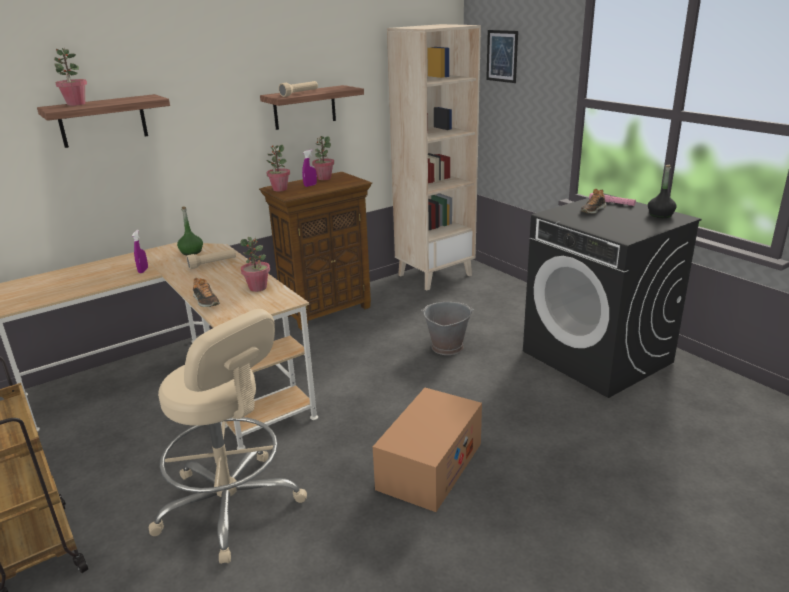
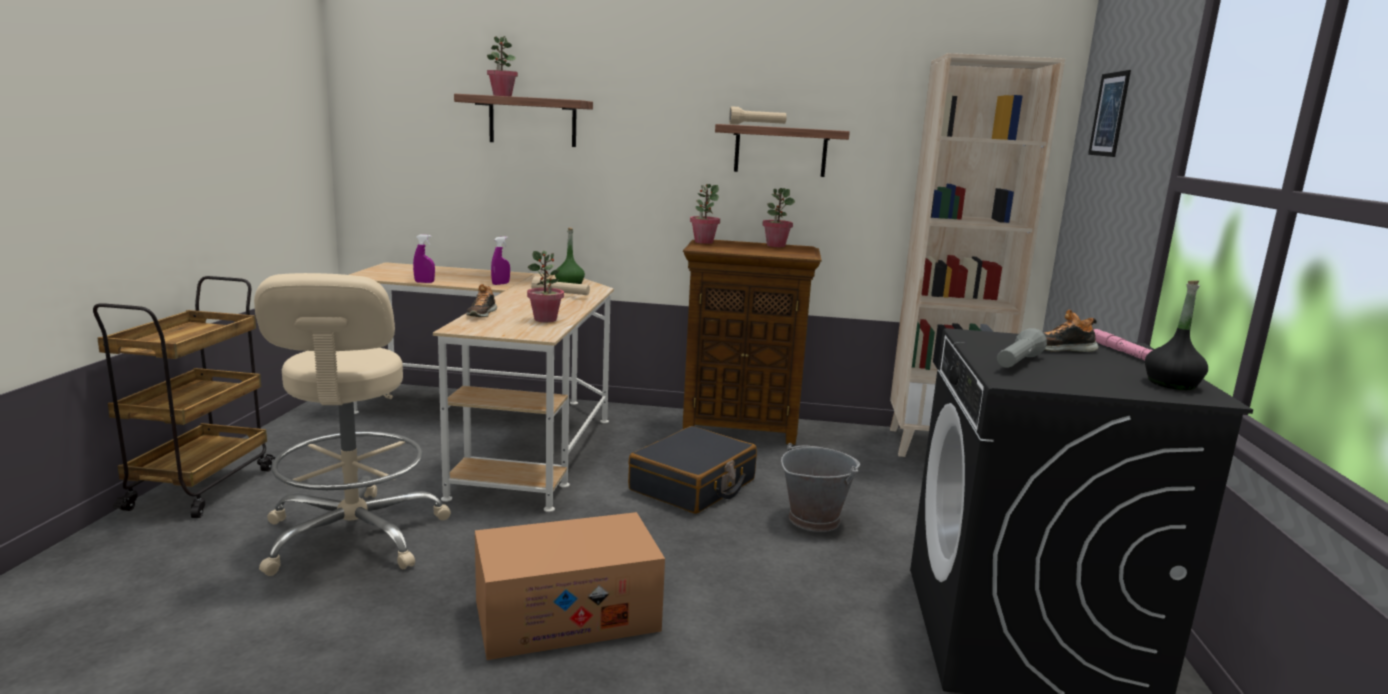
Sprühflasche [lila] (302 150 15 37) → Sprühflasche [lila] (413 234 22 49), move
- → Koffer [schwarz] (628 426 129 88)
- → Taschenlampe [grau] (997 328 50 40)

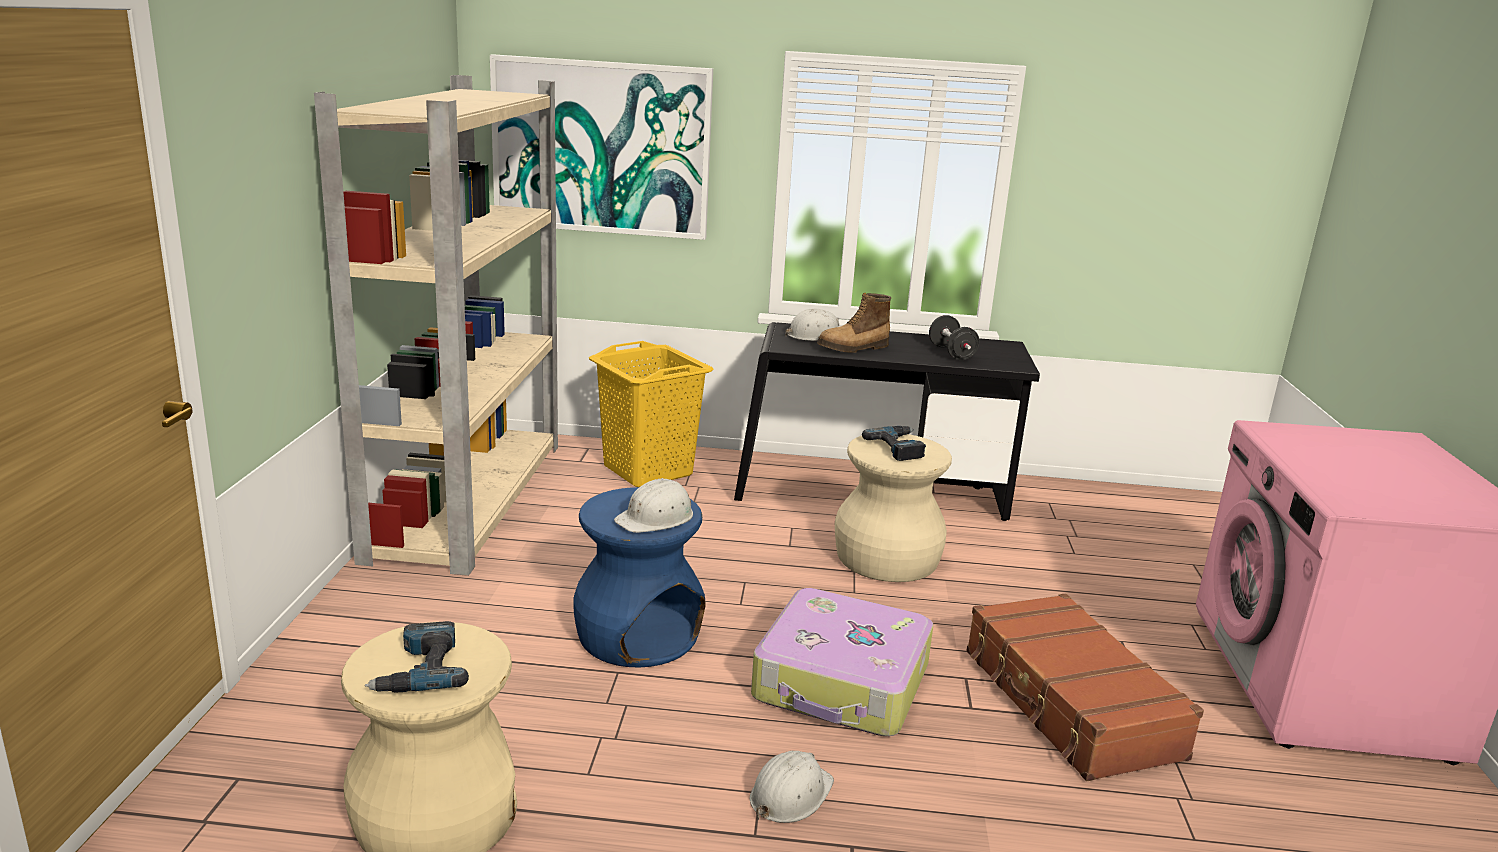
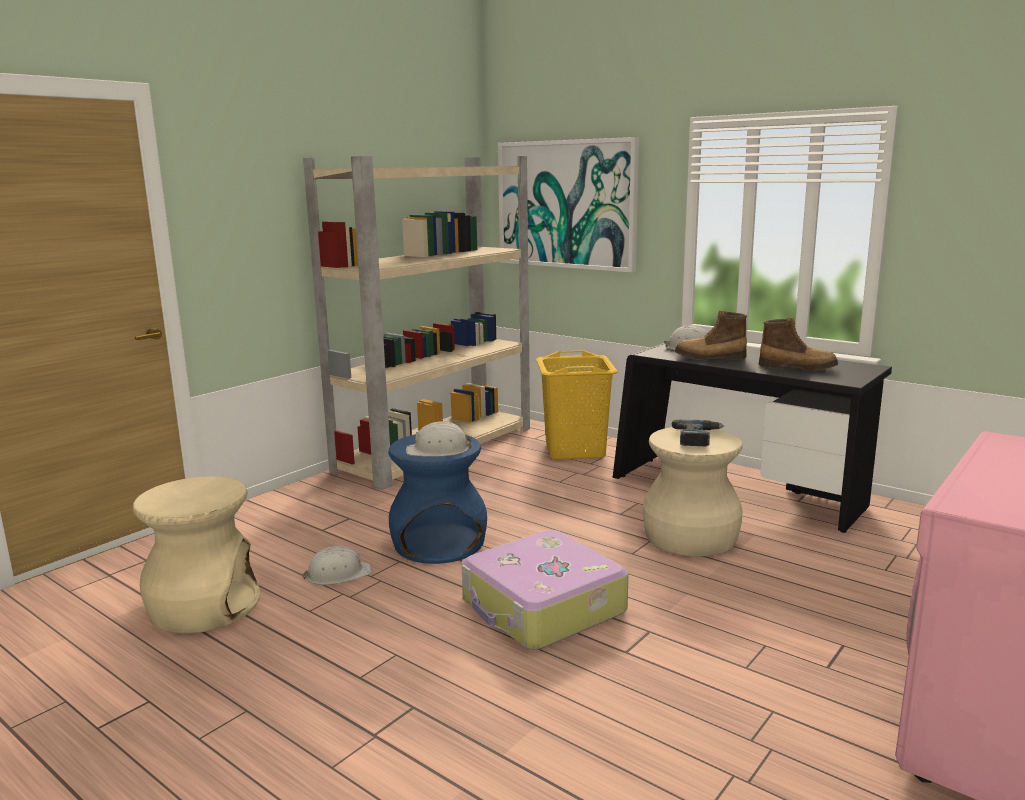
Schutzhelm [weiß] (750 751 84 72) → Schutzhelm [weiß] (302 546 70 39), move
Hantel [schwarz] (929 315 50 45) → Stiefel (759 318 79 53)
Bohrmaschine (365 621 104 72) → -
Koffer [braun] (966 593 238 188) → -

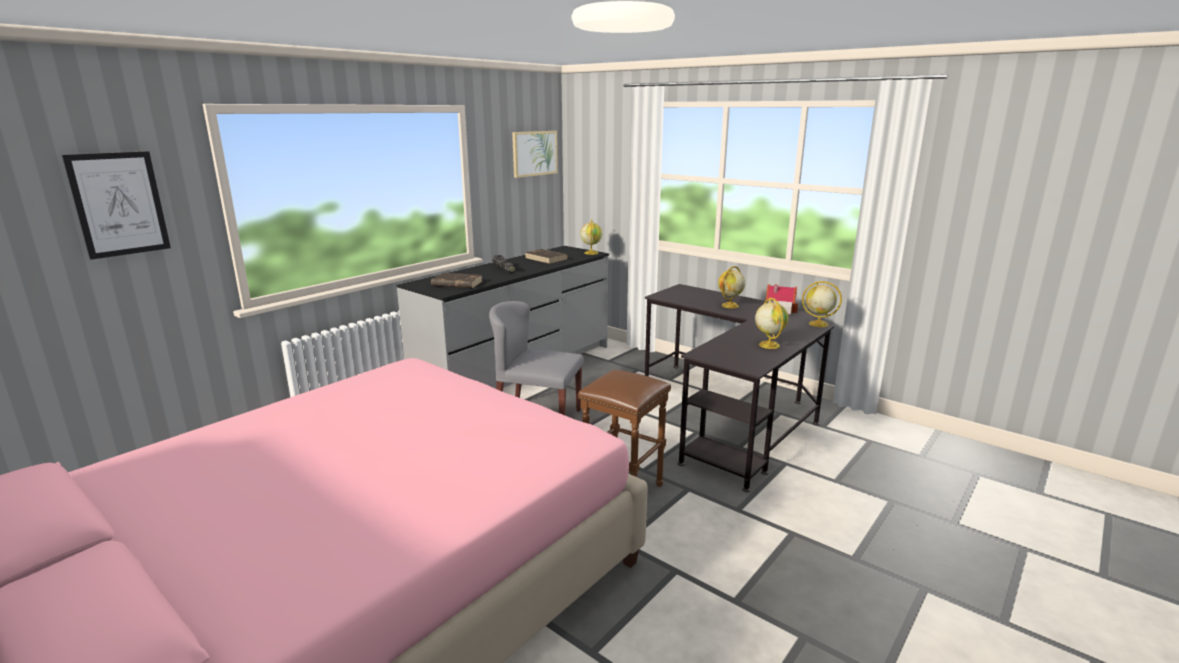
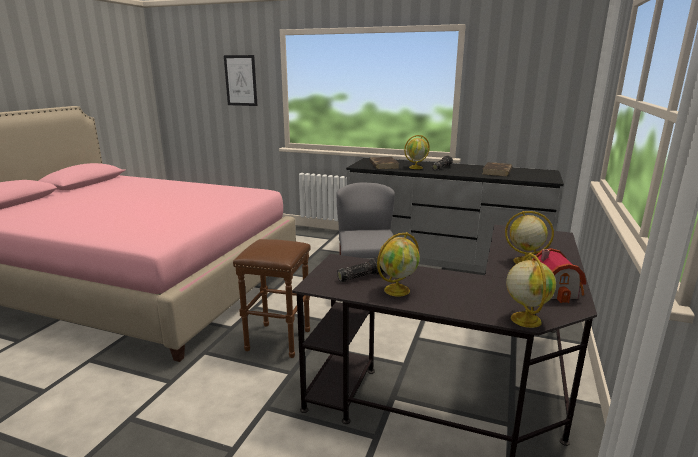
- → Taschenlampe (337 256 48 26)
Globus (580 219 22 36) → Globus (404 135 26 34), move
Bild (512 131 46 47) → -

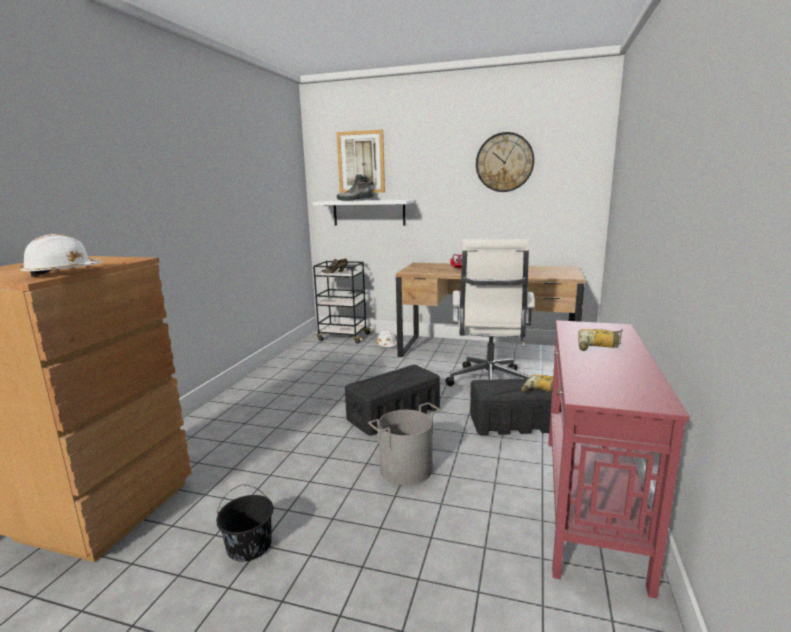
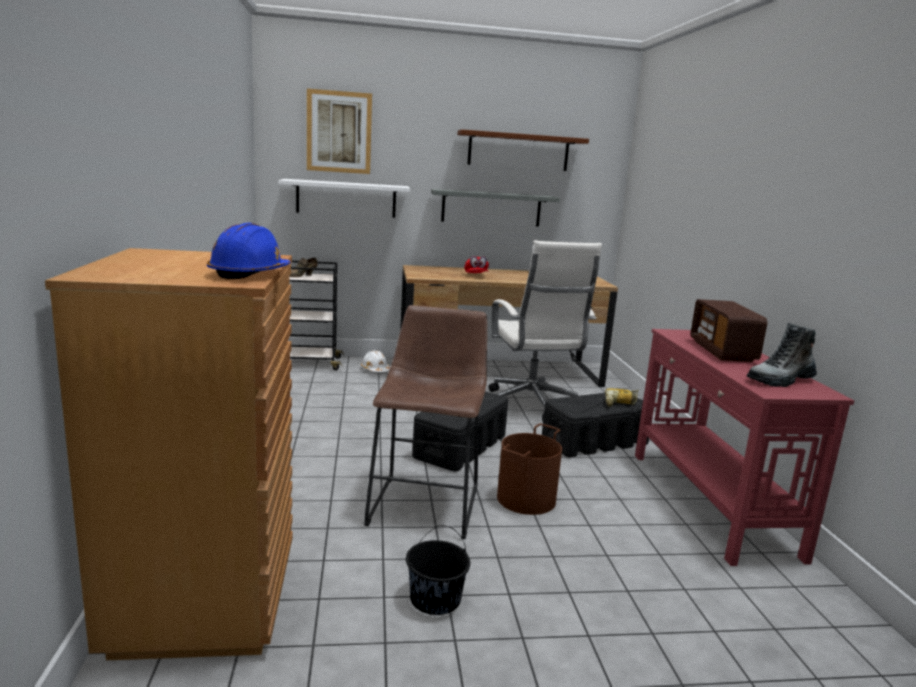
Schutzhelm [weiß] (20 234 83 43) → Schutzhelm [blau] (207 223 83 56)
- → Hocker [braun] (364 305 123 234)
- → Wandregal [grau] (431 189 129 38)
Wanduhr (476 132 58 60) → Wandregal [braun] (457 129 132 42)
Eimer [grau] (368 403 73 82) → Eimer [braun] (497 423 65 92)
Bohrmaschine (578 329 45 22) → Radio (691 299 76 63)
Stiefel (337 174 37 27) → Stiefel (747 323 70 64), move

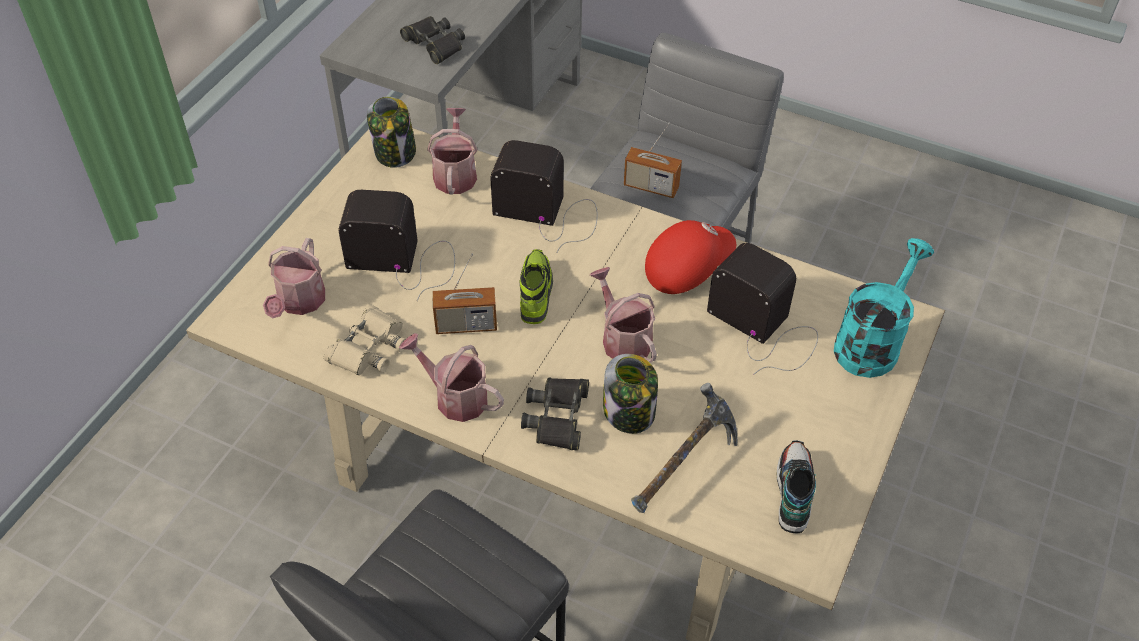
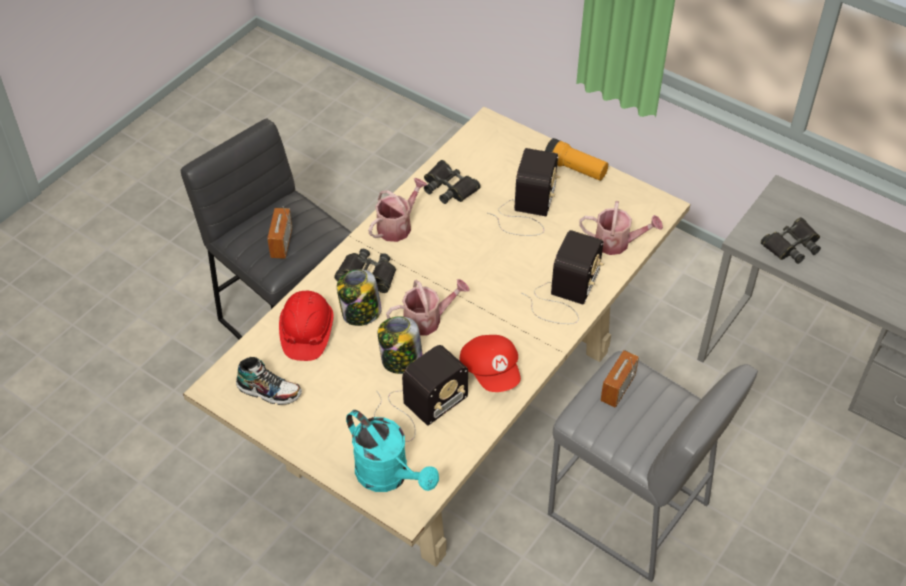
Radio (432 253 65 81) → Radio (267 206 25 53), move
Hammer (631 383 106 130) → Schutzhelm [rot] (279 291 55 70)
Vorratsglas (367 97 49 71) → Vorratsglas (378 316 45 58), move
Fernglas [beige] (324 305 82 70) → Fernglas [schwarz] (424 160 57 44)
- → Taschenlampe (545 138 63 43)
Gießkanne (263 238 62 80) → -
Schuh (519 249 34 75) → -

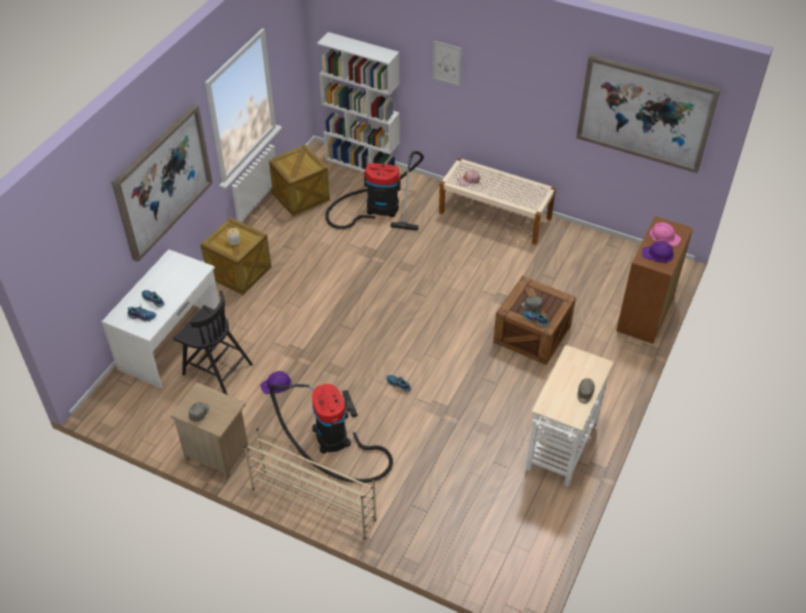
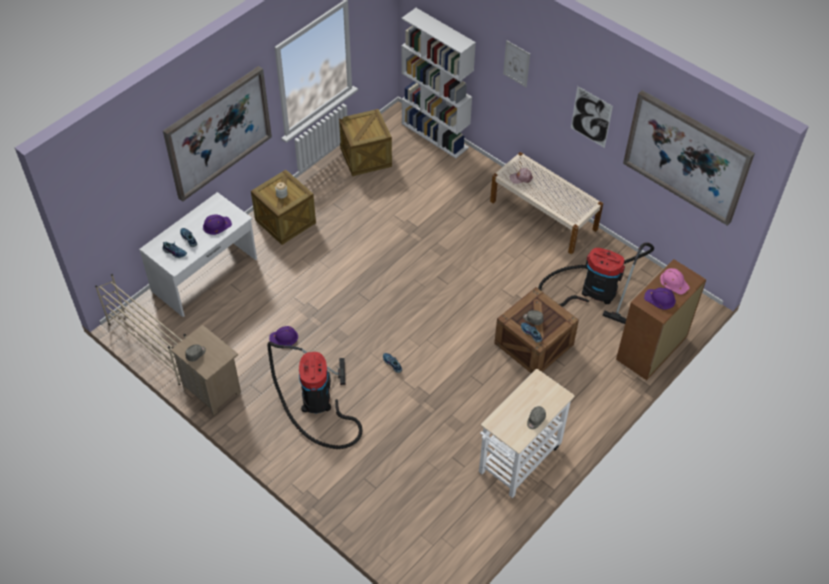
Schuhregal [beige] (244 428 132 111) → Schuhregal [beige] (95 274 91 111), move
- → Schutzhelm [lila] (203 214 29 21)
Staubsauger (325 151 99 80) → Staubsauger (538 242 116 82), move
- → Bild (571 86 42 62)
Stuhl [schwarz] (173 290 80 105) → -

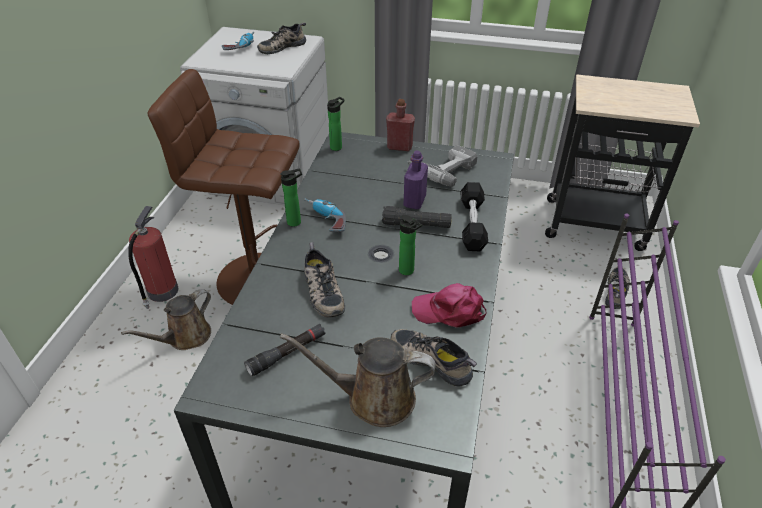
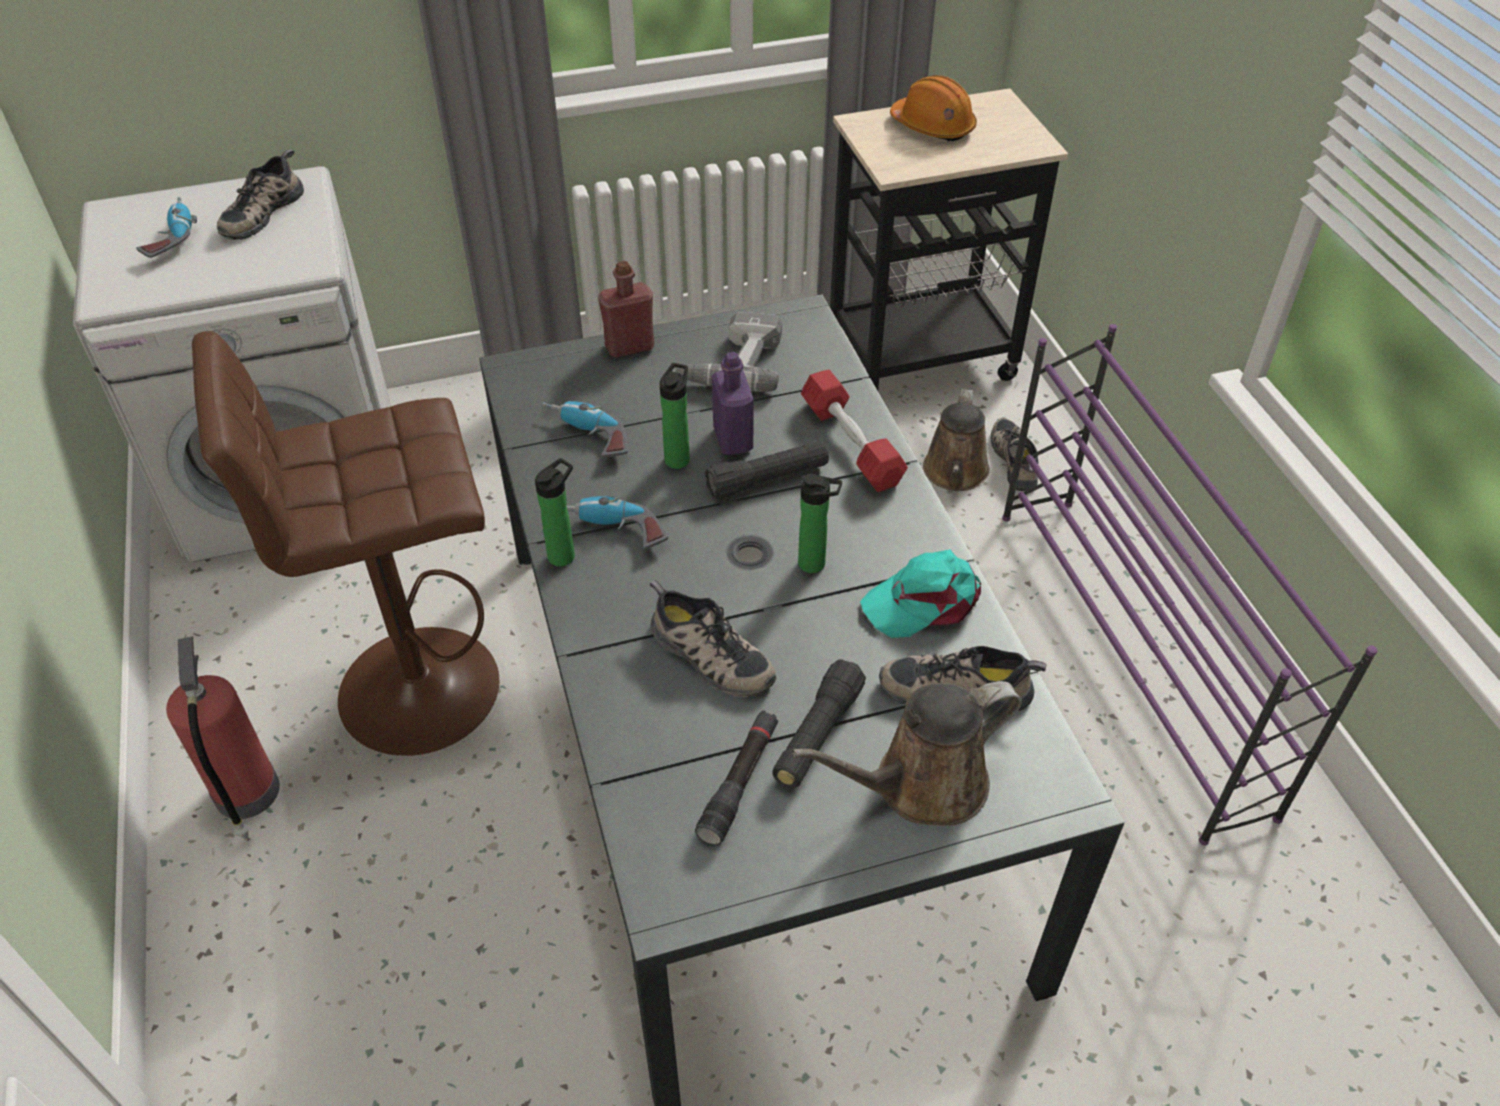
- → Bohrmaschine (542 401 86 56)
Flasche (327 97 18 54) → Flasche (659 363 31 106), move
- → Taschenlampe [schwarz] (772 659 94 129)
Hantel [schwarz] (460 182 28 69) → Hantel [rot] (801 369 107 123)
Kappe [rosa] (412 283 75 44) → Kappe [türkis] (860 549 121 89)
- → Schutzhelm [orange] (890 75 87 66)
Gießkanne [braun] (121 289 90 61) → Gießkanne [braun] (923 389 67 102), move

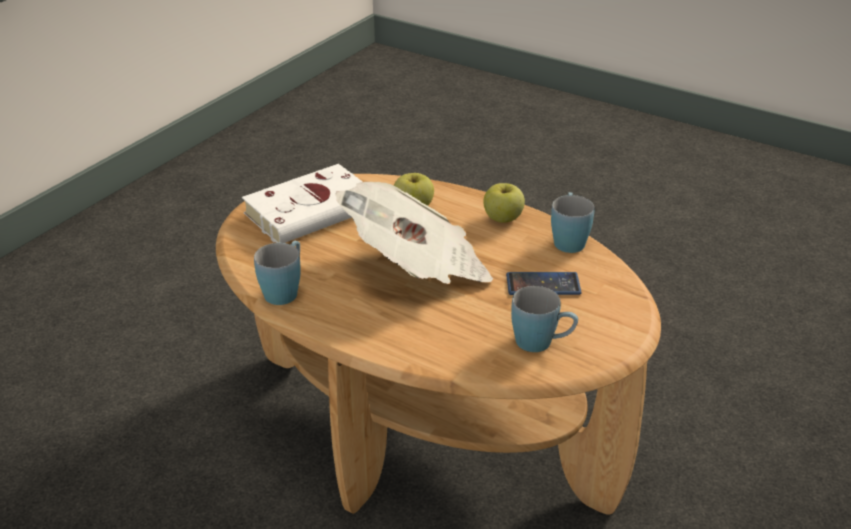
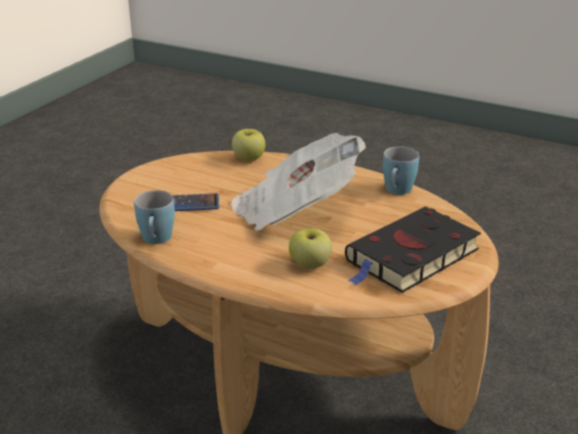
Apfel (483 183 42 40) → Apfel (232 129 34 32), move
Buch [weiß] (242 164 121 79) → Buch [schwarz] (345 206 136 87)
Henkelbecher [blau] (511 286 67 66) → -

